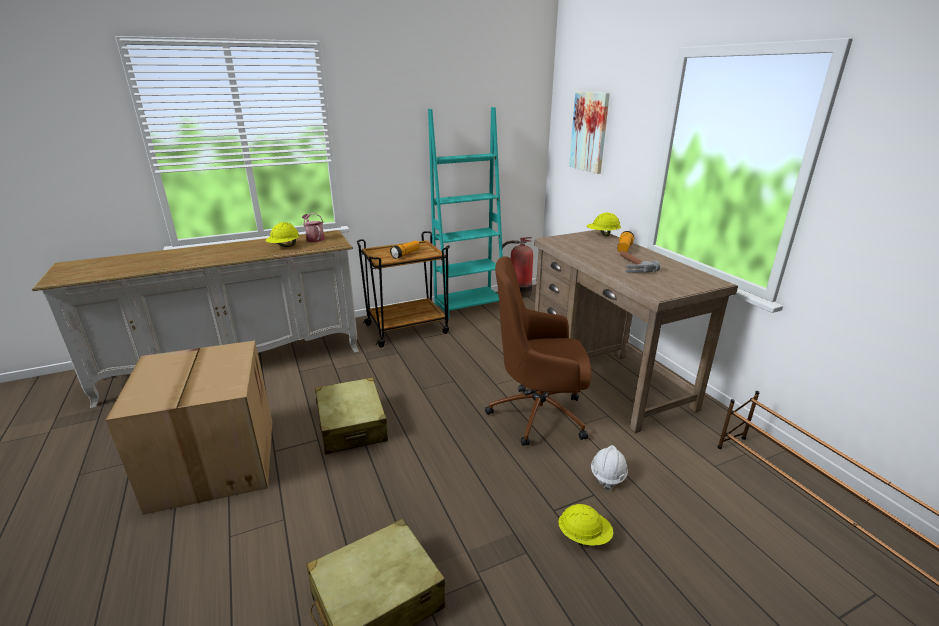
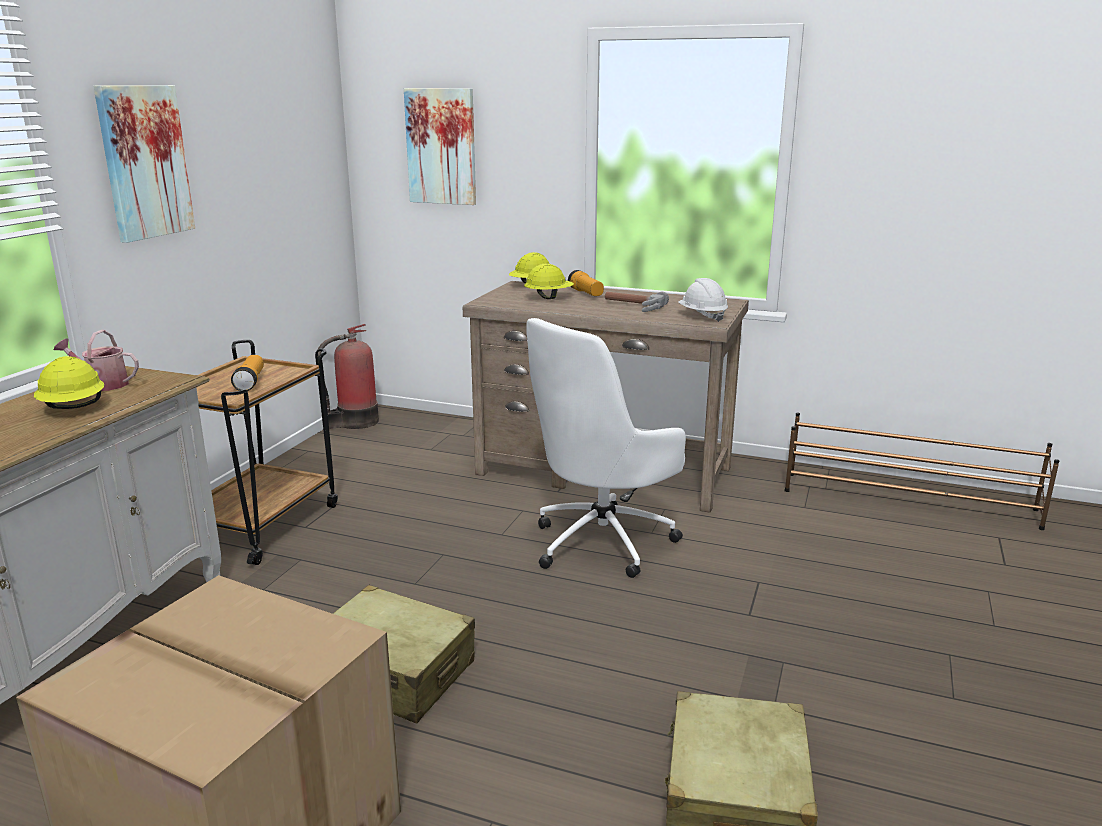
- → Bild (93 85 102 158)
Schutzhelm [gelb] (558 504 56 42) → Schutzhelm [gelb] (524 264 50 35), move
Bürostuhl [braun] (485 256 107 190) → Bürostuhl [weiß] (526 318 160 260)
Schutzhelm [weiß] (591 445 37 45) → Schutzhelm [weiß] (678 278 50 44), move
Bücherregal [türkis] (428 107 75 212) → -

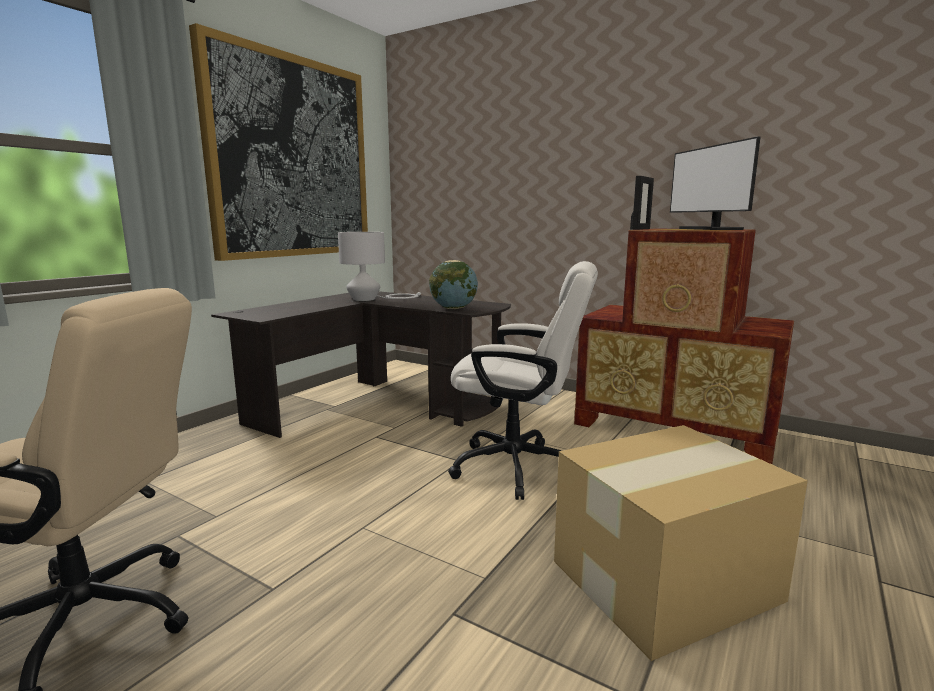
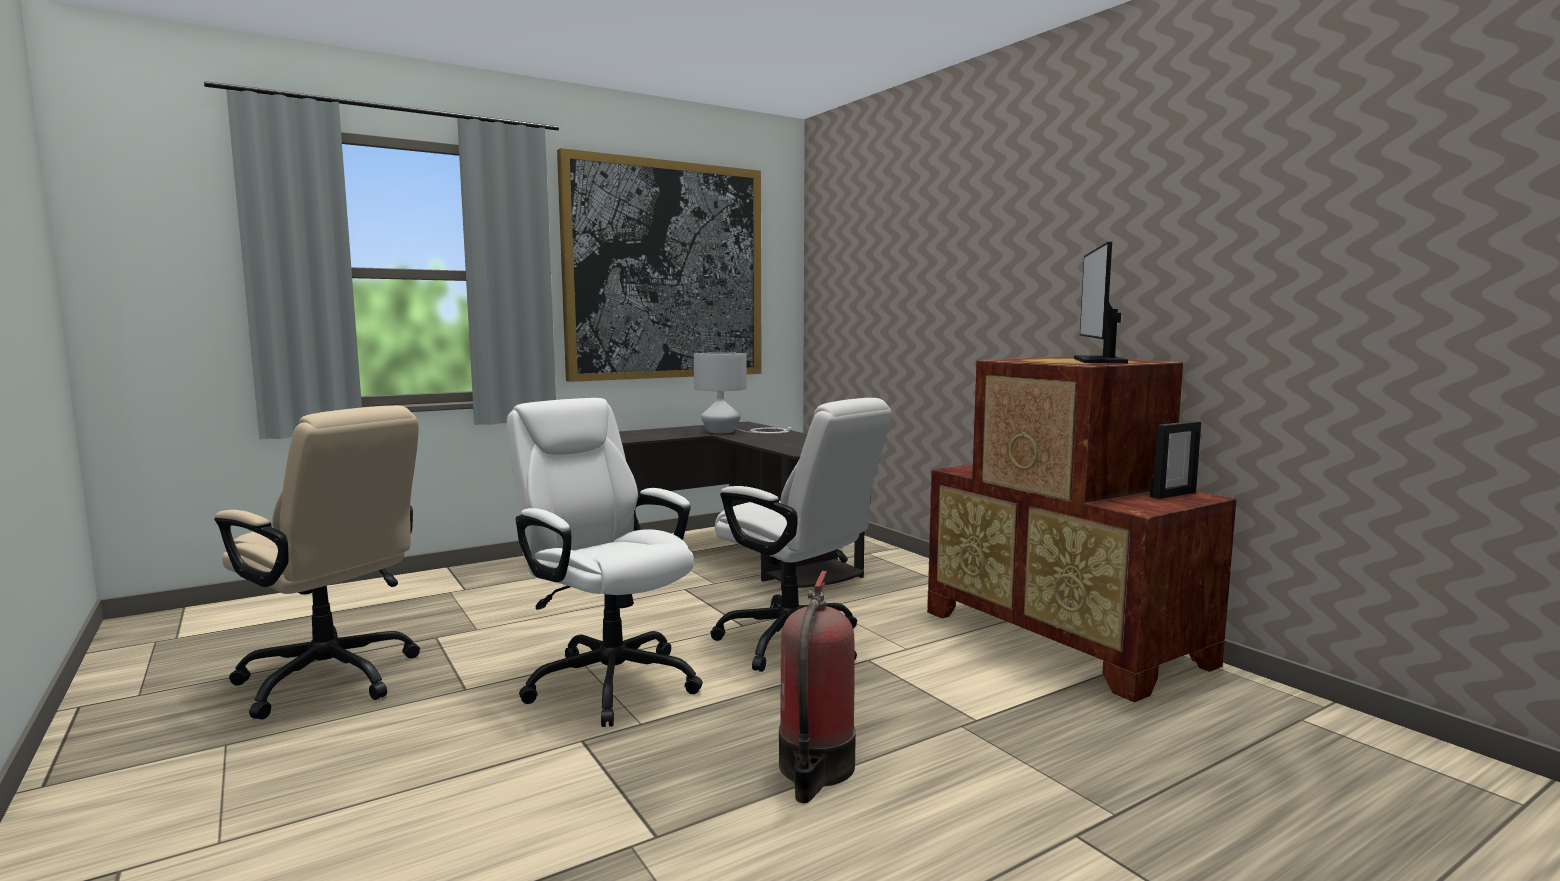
- → Bürostuhl [weiß] (507 398 196 329)
Karton (554 425 254 236) → Feuerlöscher (779 571 77 232)
Bilderrahmen (630 176 24 54) → Bilderrahmen (1150 421 51 78), move
Globus (429 260 49 49) → -

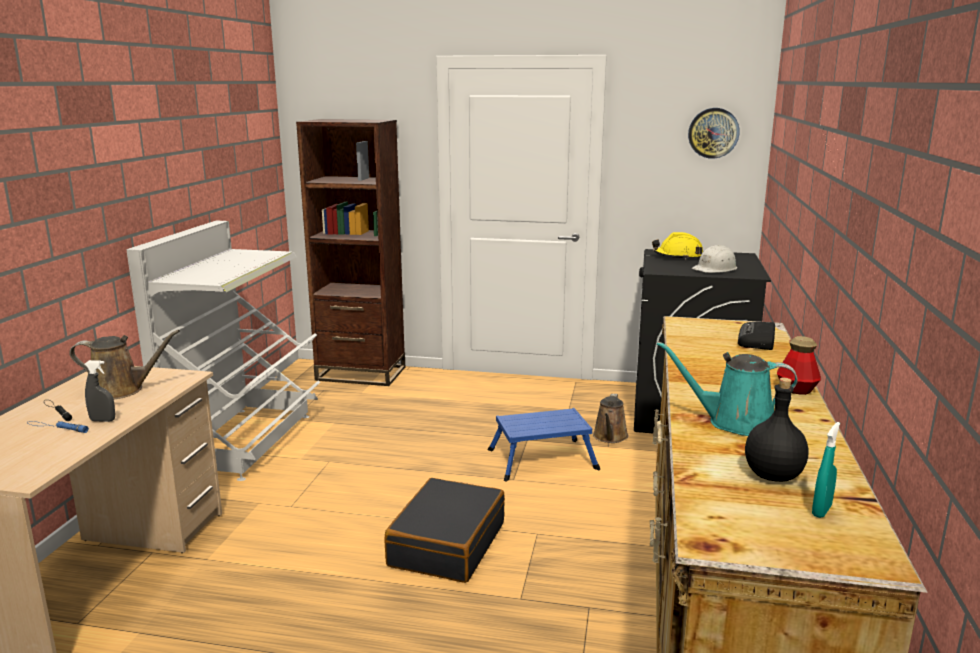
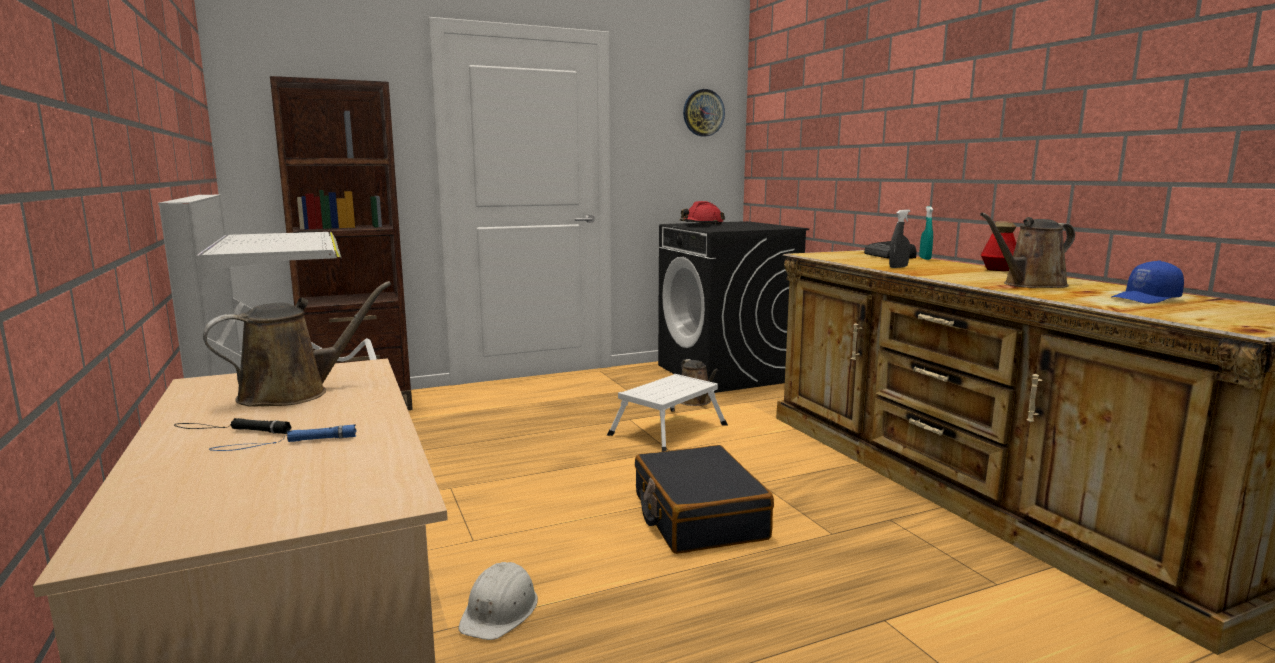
Schutzhelm [weiß] (692 245 45 28) → Schutzhelm [weiß] (458 562 80 78), move
Trittleiter [blau] (488 408 112 74) → Trittleiter [weiß] (607 374 121 78)
Schutzhelm [gelb] (652 232 51 28) → Schutzhelm [rot] (680 201 45 24)
Sprühflasche [grau] (85 360 30 62) → Sprühflasche [grau] (889 210 21 58), move
Sprühflasche [türkis] (812 422 28 96) → Sprühflasche [türkis] (919 206 14 54), move
Gießkanne [türkis] (657 341 141 95) → Gießkanne [braun] (980 213 95 75)
Flasche [schwarz] (745 378 63 104) → Kappe [blau] (1111 261 73 43)

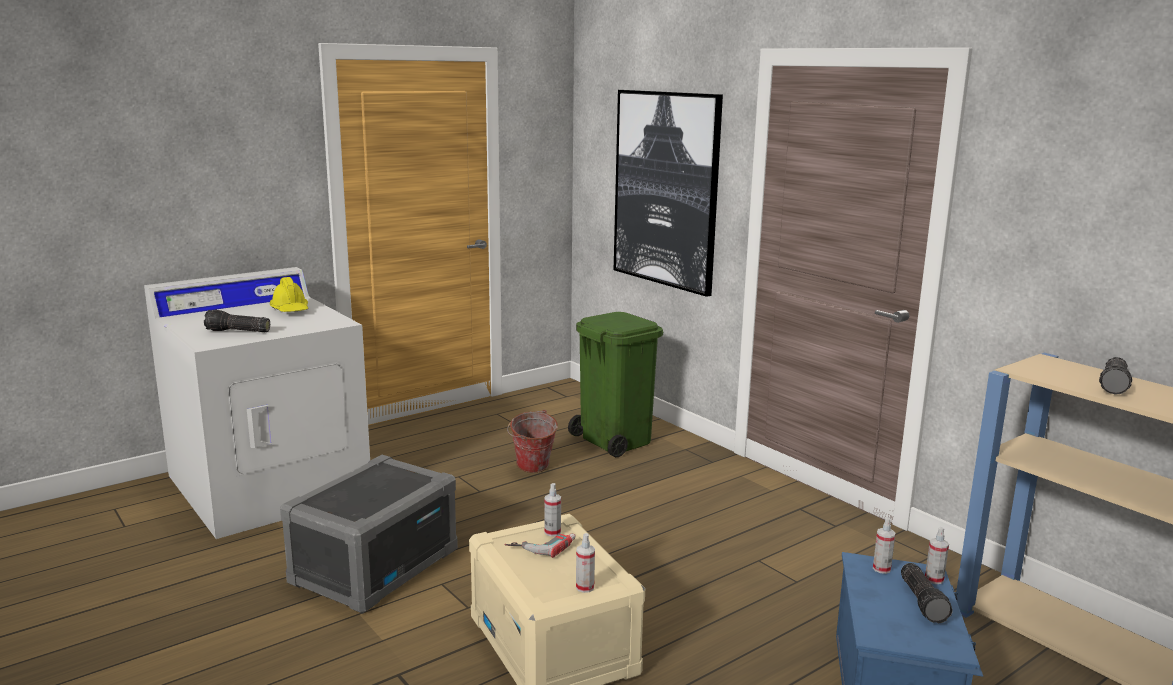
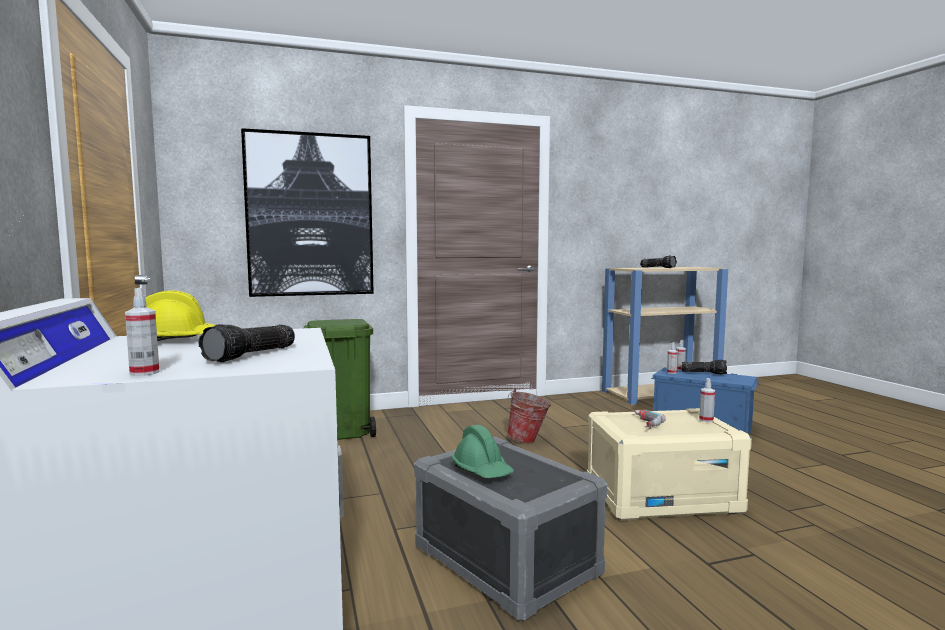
Sprühflasche (545 483 16 54) → Sprühflasche (125 288 34 88), move
- → Schutzhelm [grün] (451 425 63 53)
Eimer (507 409 51 64) → Eimer (507 389 44 54), move

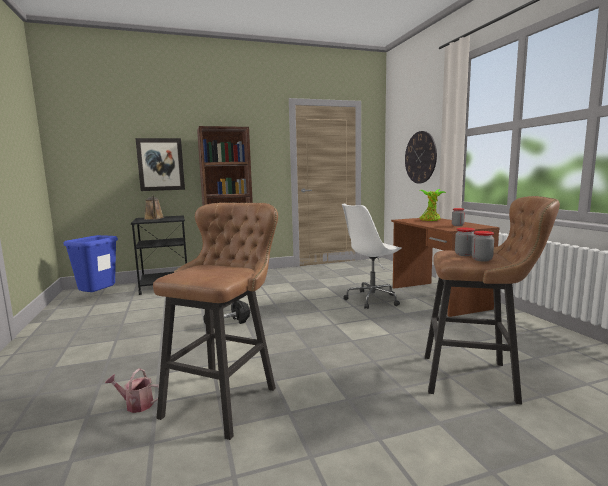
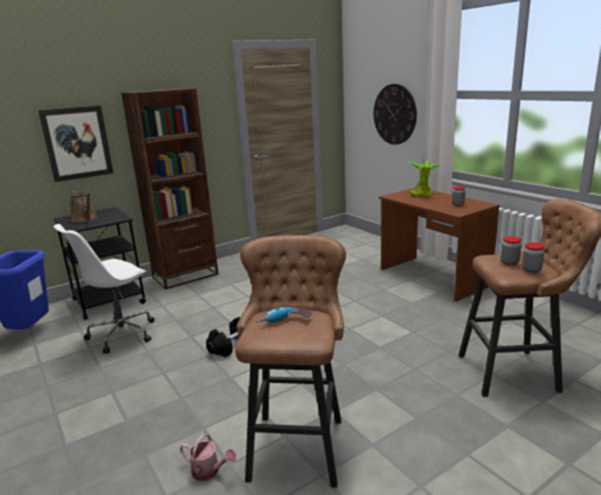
Bürostuhl [weiß] (342 204 60 105) → Bürostuhl [weiß] (53 224 101 130), move
Gießkanne (105 368 54 45) → Gießkanne (180 434 56 47), 150 degrees counterclockwise
- → Bohrmaschine (255 307 57 16)

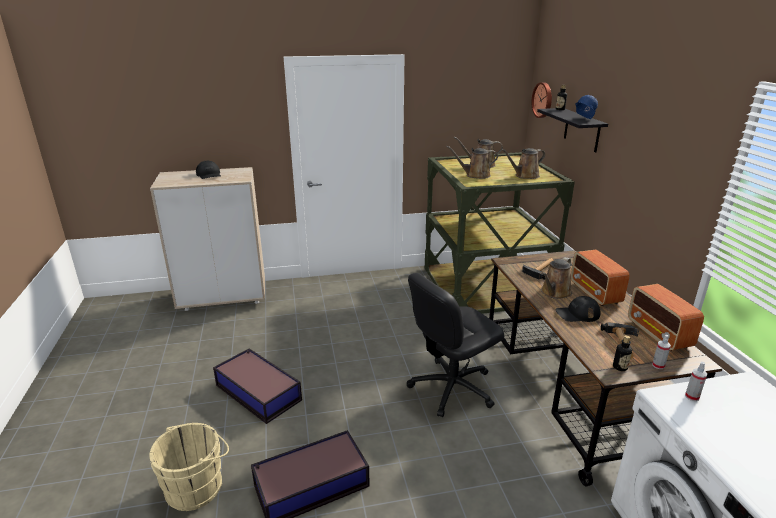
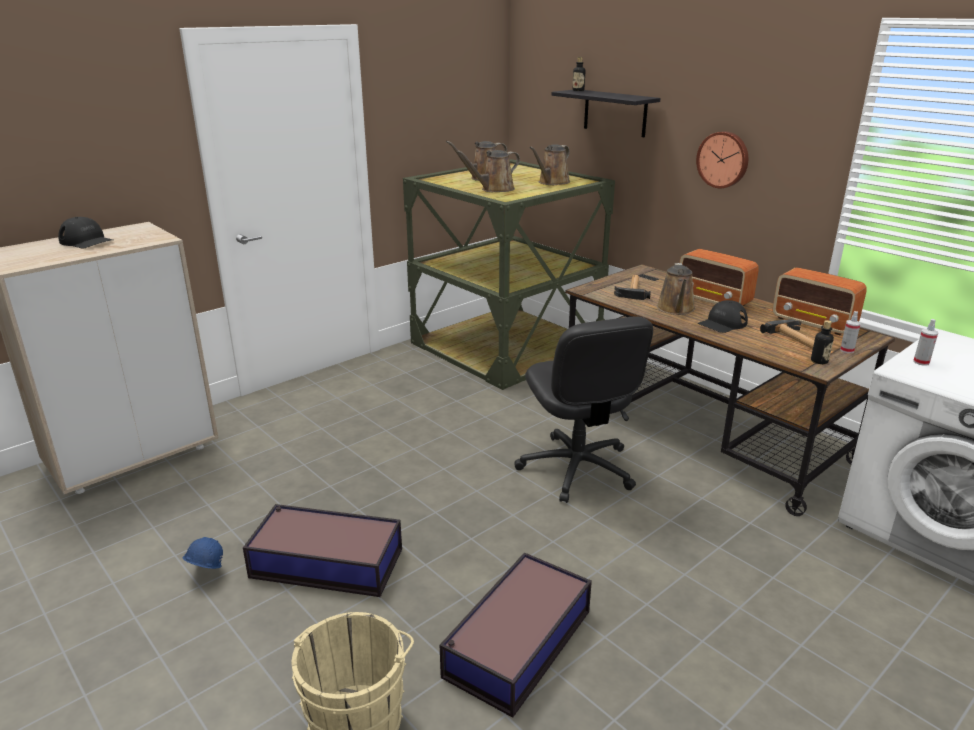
Schutzhelm [blau] (575 95 23 24) → Schutzhelm [blau] (183 537 40 32), move
Bürostuhl [schwarz] (407 273 97 144) → Bürostuhl [schwarz] (515 316 138 187), 45 degrees counterclockwise
Wanduhr (531 82 21 36) → Wanduhr (696 131 52 57), move

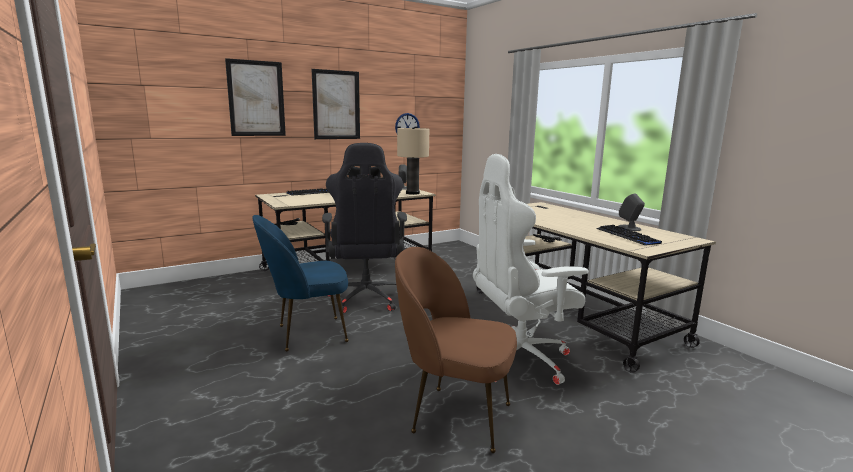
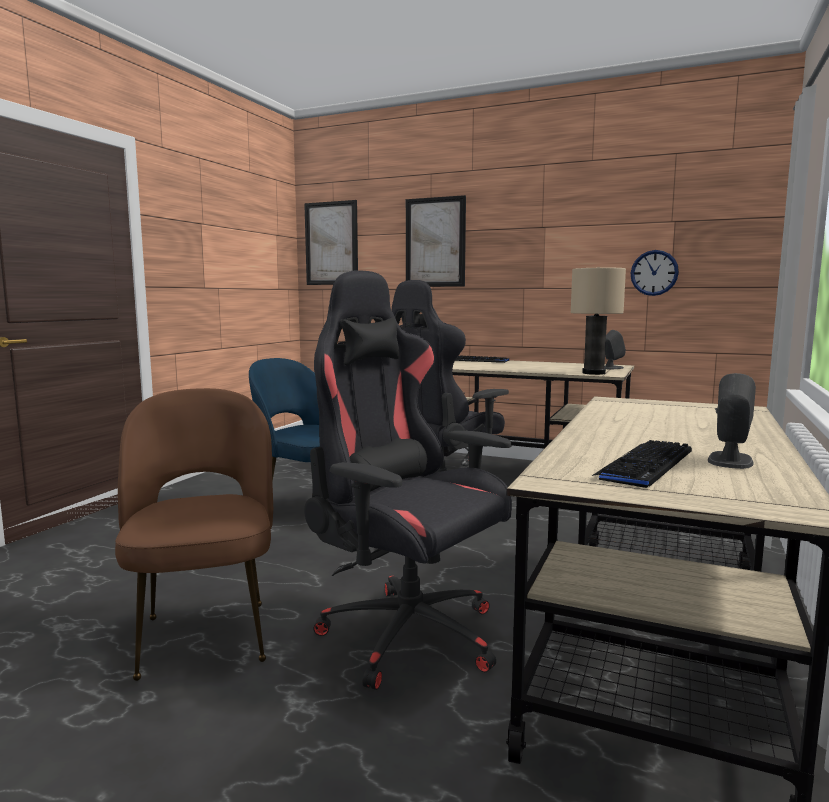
Bild (311 69 49 70) → Bild (304 200 54 85), move
Bürostuhl [weiß] (473 154 115 231) → Bürostuhl [schwarz] (304 270 208 420)

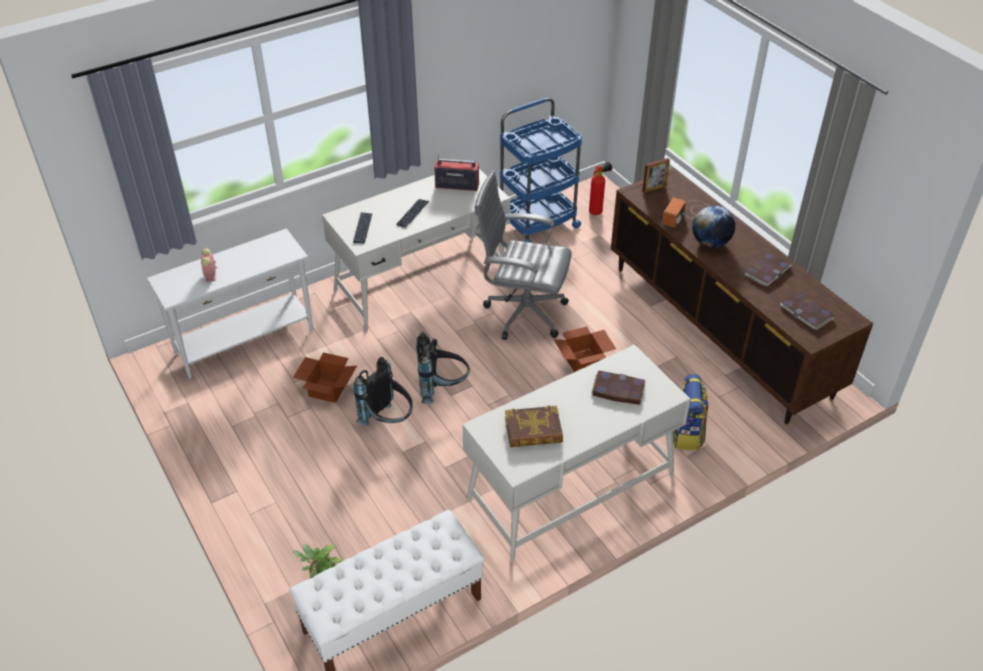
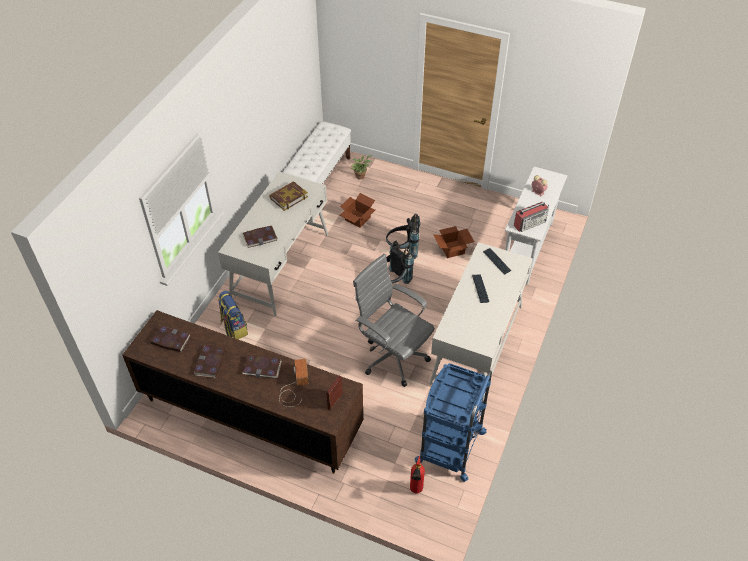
Globus (692 205 43 43) → Buch (242 355 40 24)
Karton (554 327 62 45) → Karton (340 193 35 35), move
Bürostuhl [grau] (475 171 97 169) → Bürostuhl [grau] (353 254 82 133), 120 degrees counterclockwise
Radio (434 153 45 38) → Radio (514 202 35 30), move

